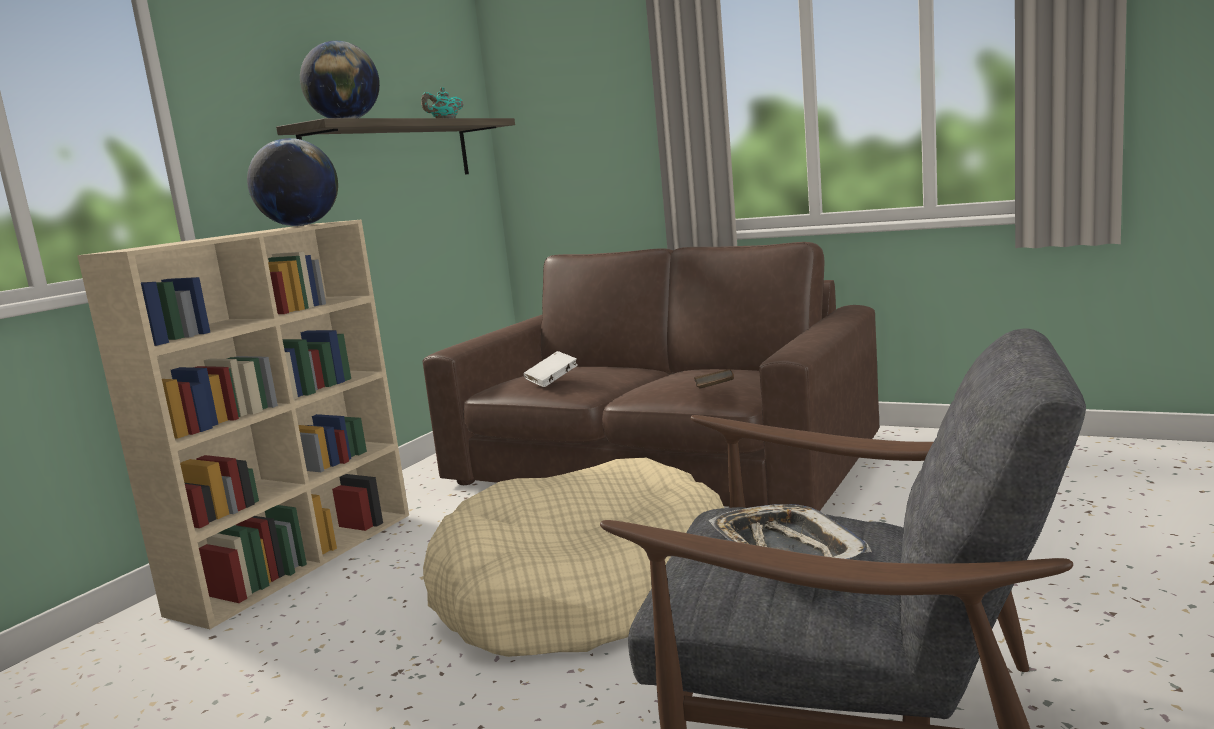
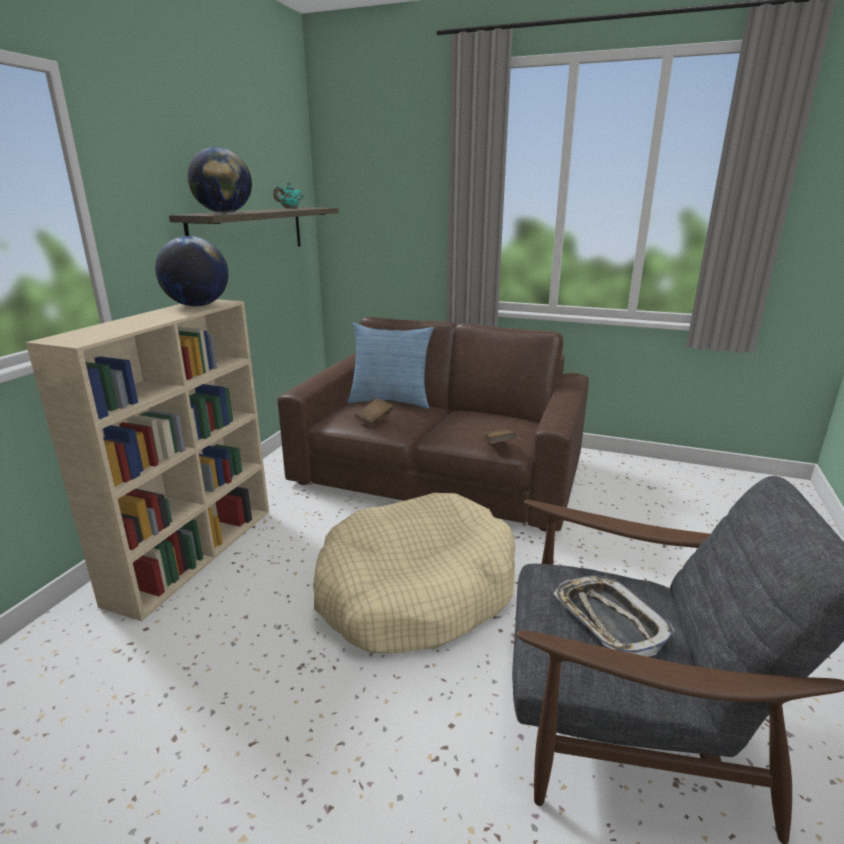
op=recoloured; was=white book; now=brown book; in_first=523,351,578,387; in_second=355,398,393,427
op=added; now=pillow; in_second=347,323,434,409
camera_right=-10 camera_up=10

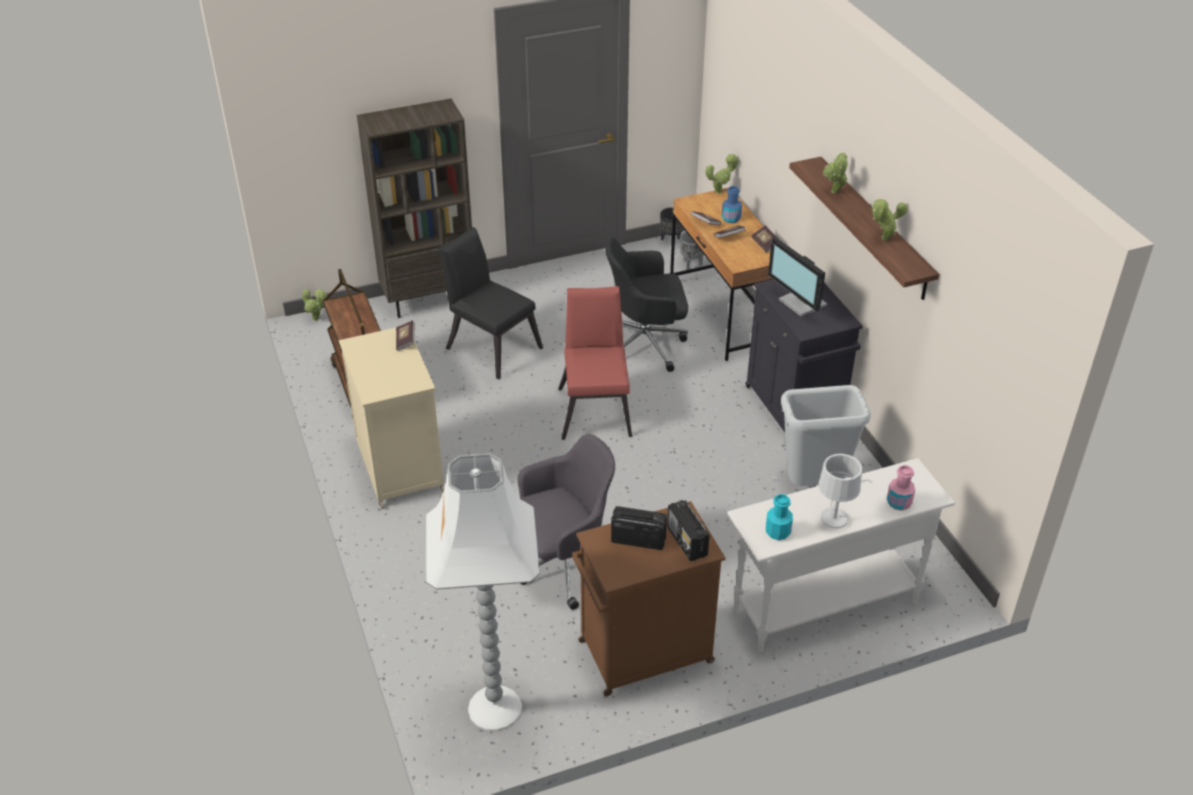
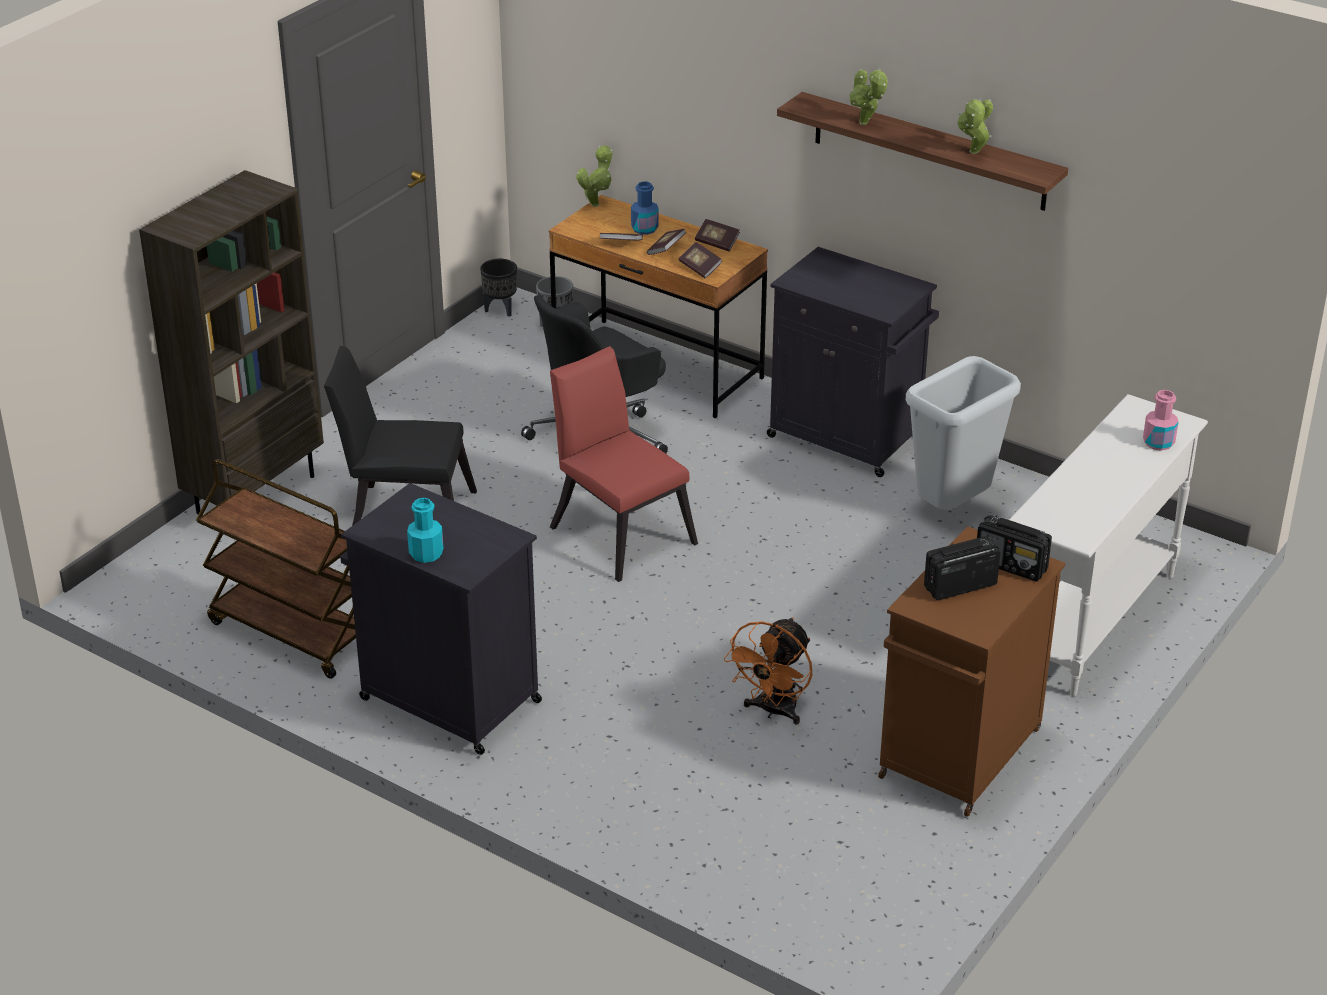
op=removed; was=monitor; in_first=768,237,827,316
op=removed; was=potted plant; in_first=302,289,327,321
op=moved; was=book; in_first=396,320,415,351; in_second=679,242,722,279
op=recoloured; was=beige cabinet; now=black cabinet; in_first=339,327,444,509; in_second=340,483,542,755
op=replaced; was=grey office chair; now=orange fan; in_first=518,434,615,610; in_second=724,617,812,725
op=removed; was=white floor lamp; in_first=426,453,540,731
op=removed; was=white table lamp; in_first=819,454,872,528
op=moved; was=turquoise bottle; in_first=766,494,793,540; in_second=407,498,443,563
camera_right=-35 camera_up=-5

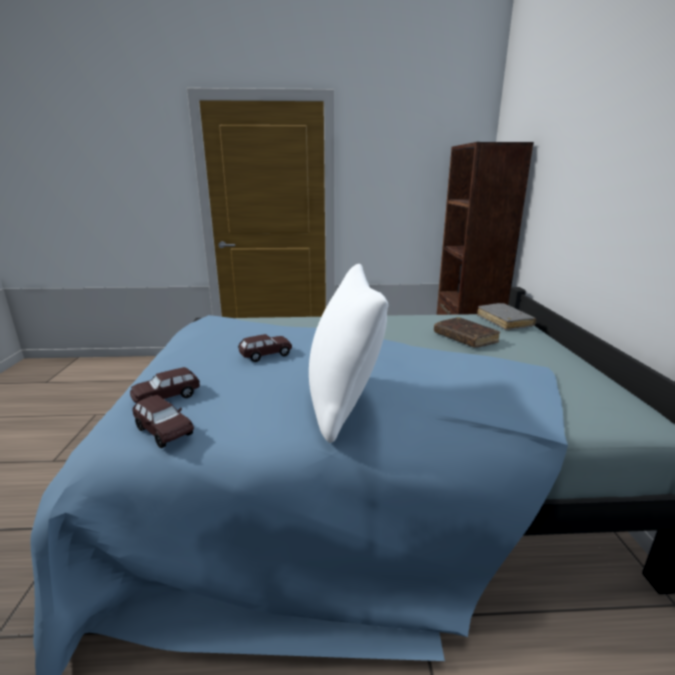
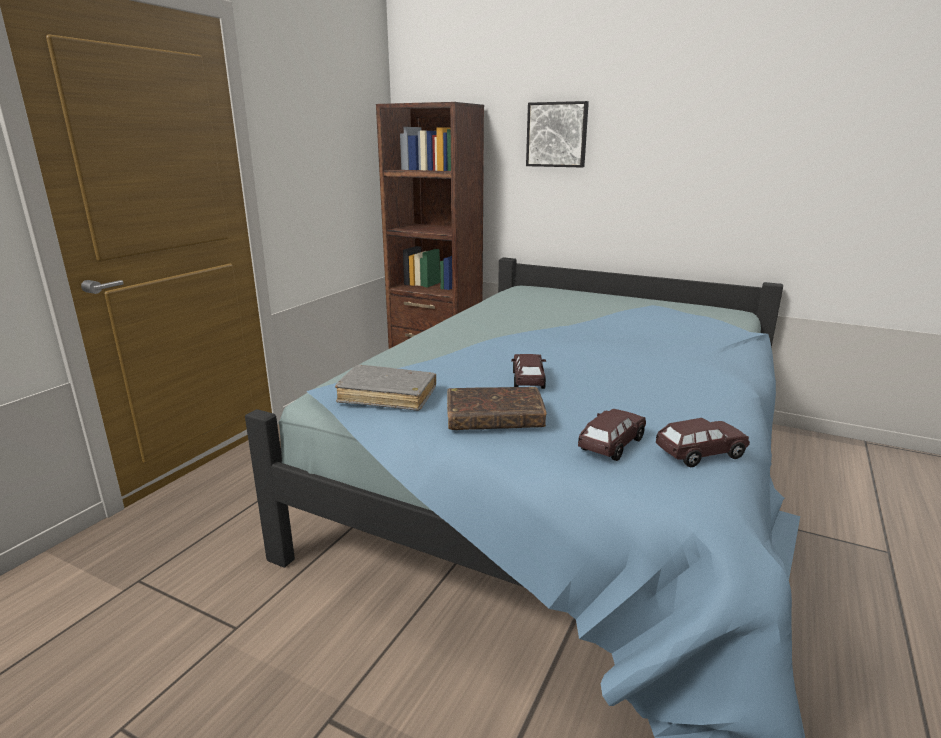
op=removed; was=white pillow; in_first=309,264,388,443
op=moved; was=grey book; in_first=477,303,536,331; in_second=335,365,436,411
op=moved; was=brown book; in_first=434,317,500,348; in_second=447,387,547,430
op=turned; was=brown toy car; in_first=130,367,200,403; in_second=578,409,646,461; clockwise=-135
op=added; now=picture; in_second=526,101,589,167
camera_right=-60 camera_up=0

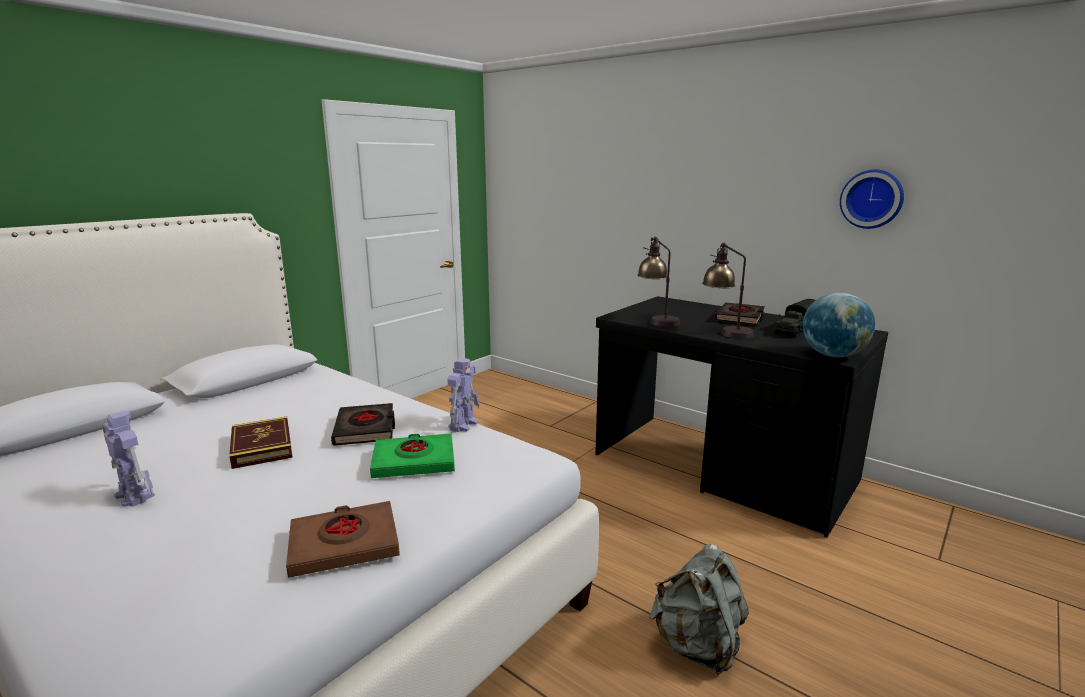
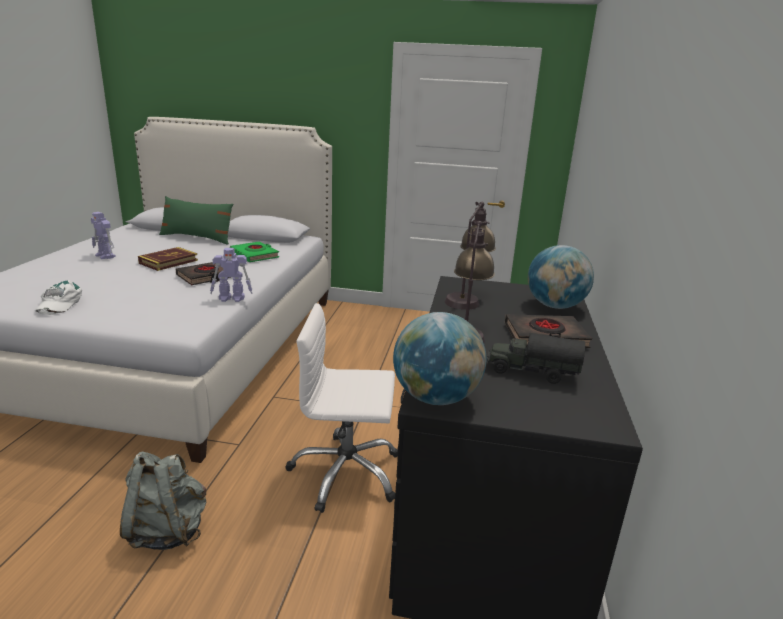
op=removed; was=wall clock; in_first=840,170,904,229
op=turned; was=toy robot; in_first=102,411,155,507; in_second=91,212,116,259; clockwise=120
op=moved; was=green book; in_first=370,433,455,478; in_second=230,241,279,262
op=replaced; was=brown book; now=white cap; in_first=286,501,400,578; in_second=35,280,82,315
op=added; now=green pillow; in_second=159,196,233,244
op=added; now=globe; in_second=528,245,594,309
op=added; now=white office chair; in_second=285,303,398,513
camera_right=60 camera_up=5

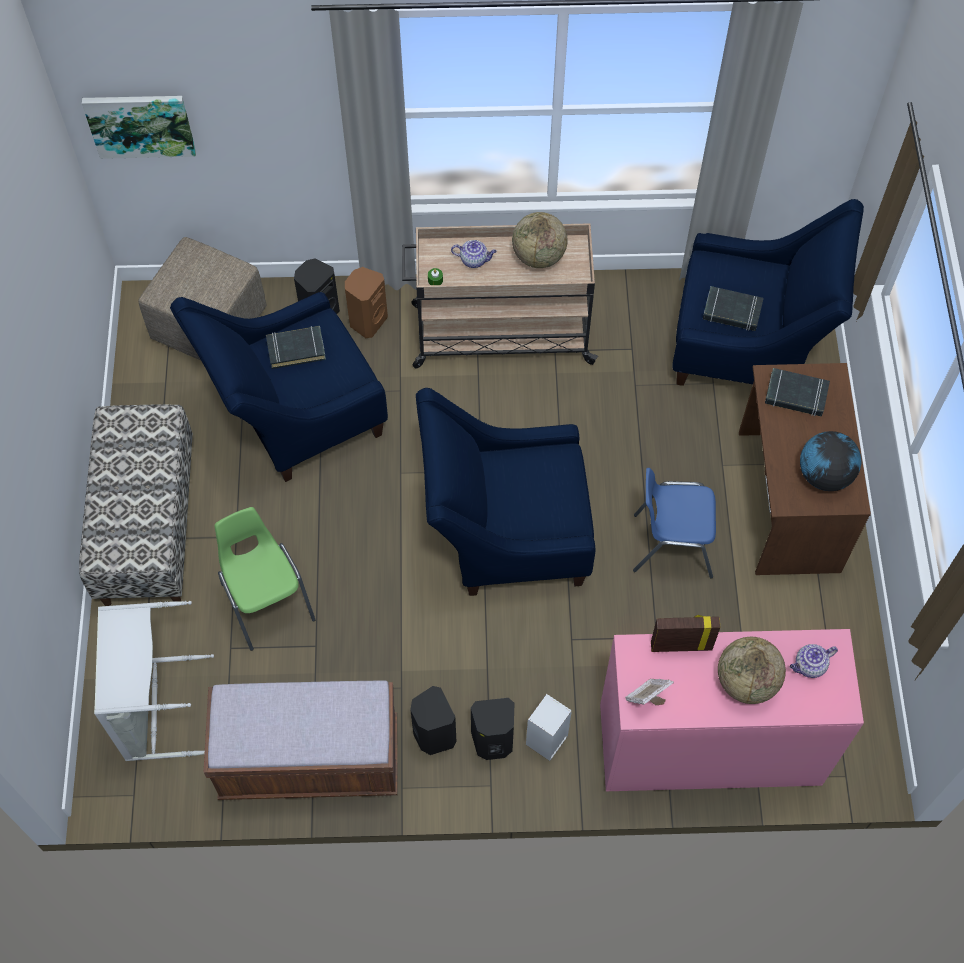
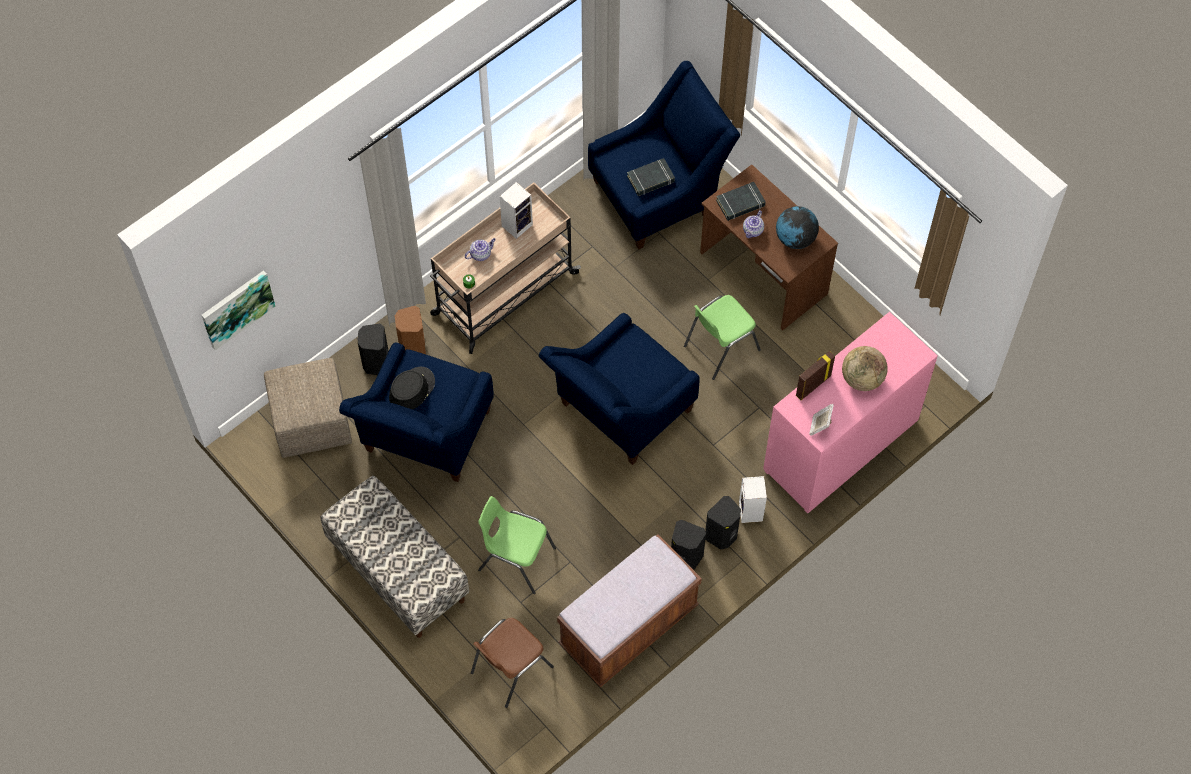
op=replaced; was=globe; now=speaker; in_first=512,212,568,268; in_second=500,182,533,239
op=replaced; was=black book; now=black hat; in_first=266,326,326,369; in_second=389,367,435,410
op=recoloured; was=blue chair; now=green chair; in_first=633,468,716,579; in_second=684,295,761,380
op=replaced; was=grey laundry basket; now=brown chair; in_first=94,601,214,761; in_second=471,618,554,708
op=moved; was=teapot; in_first=790,644,838,678; in_second=743,210,764,238
camera_right=-40 camera_up=0

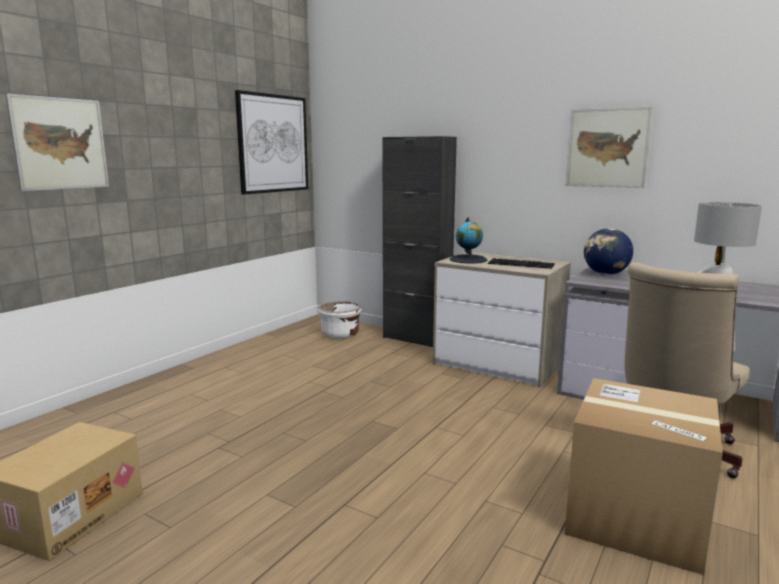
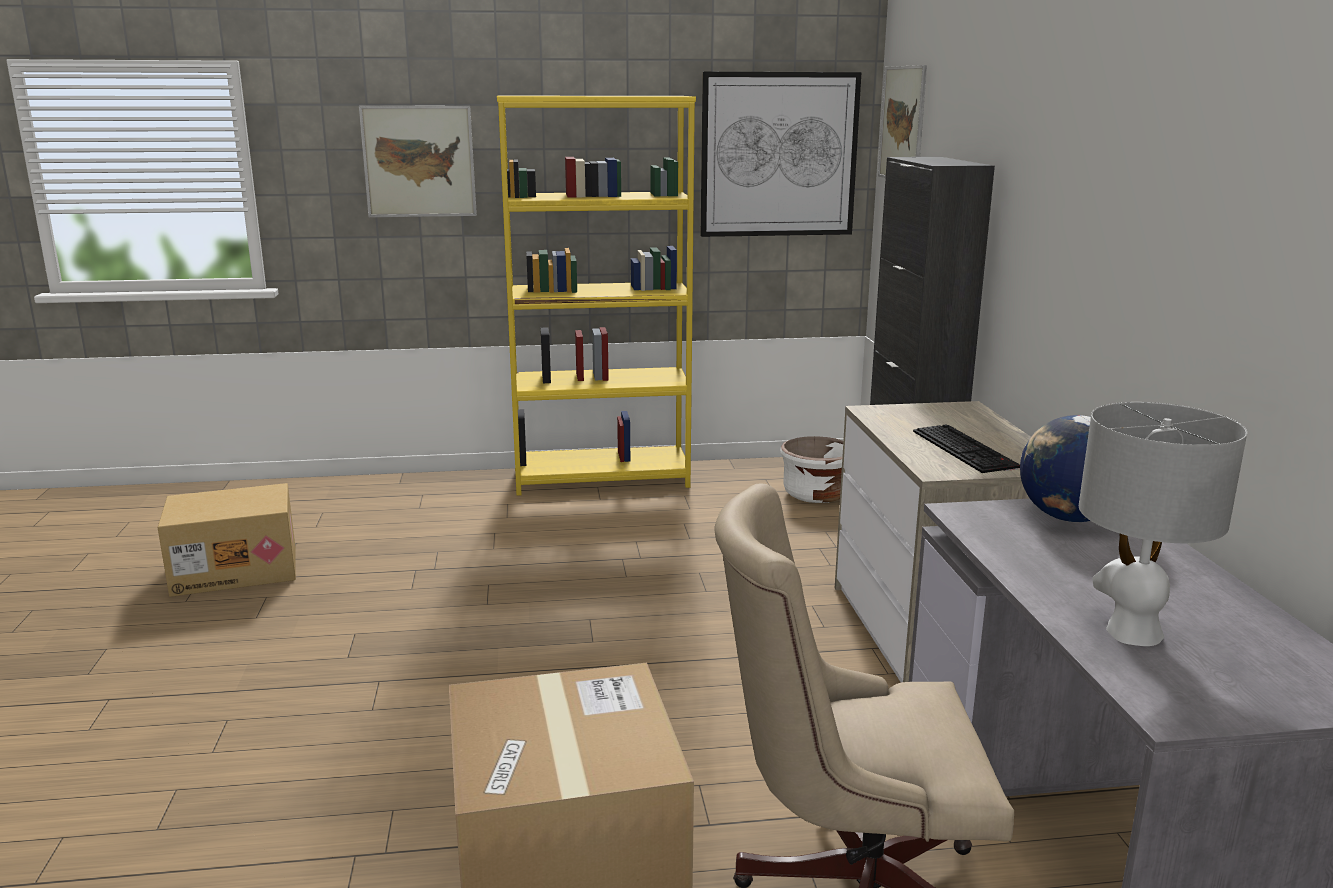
op=moved; was=picture; in_first=566,107,653,188; in_second=878,65,927,178
op=removed; was=globe; in_first=450,217,487,263
op=added; now=yellow bookcase; in_second=497,96,696,496
camera_right=50 camera_up=5

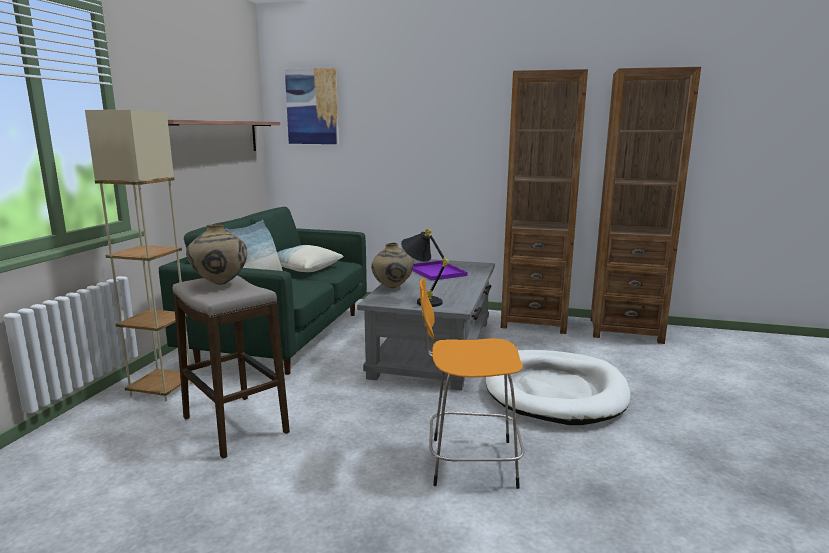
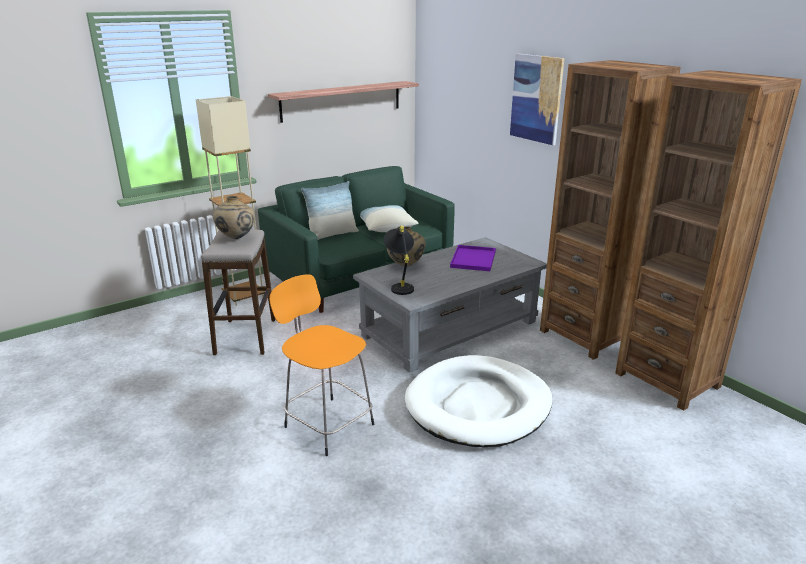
op=moved; was=picture; in_first=285,68,339,144; in_second=510,54,565,145
camera_right=40 camera_up=10

